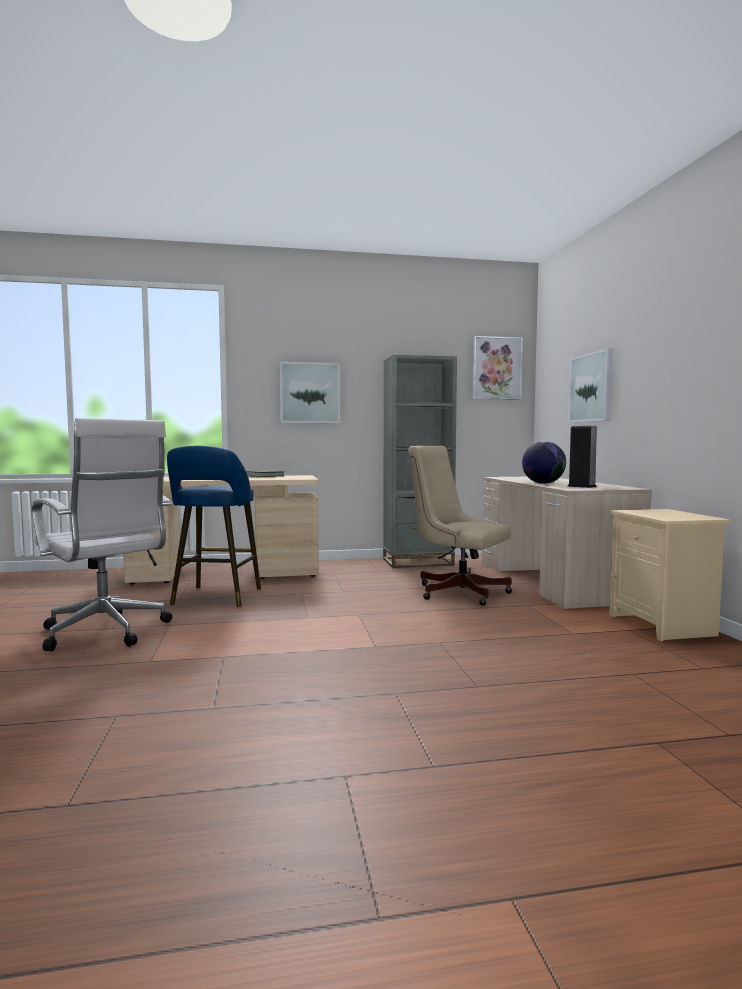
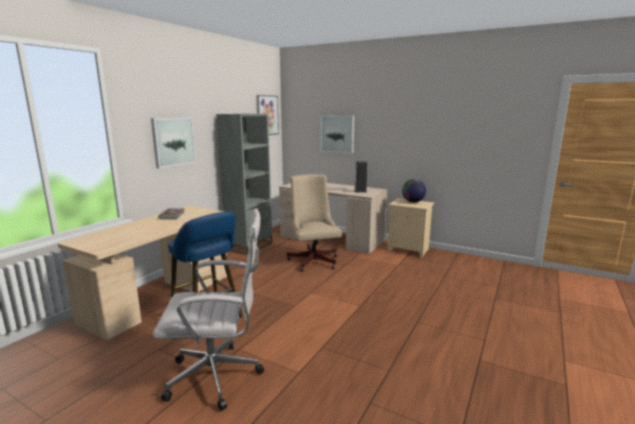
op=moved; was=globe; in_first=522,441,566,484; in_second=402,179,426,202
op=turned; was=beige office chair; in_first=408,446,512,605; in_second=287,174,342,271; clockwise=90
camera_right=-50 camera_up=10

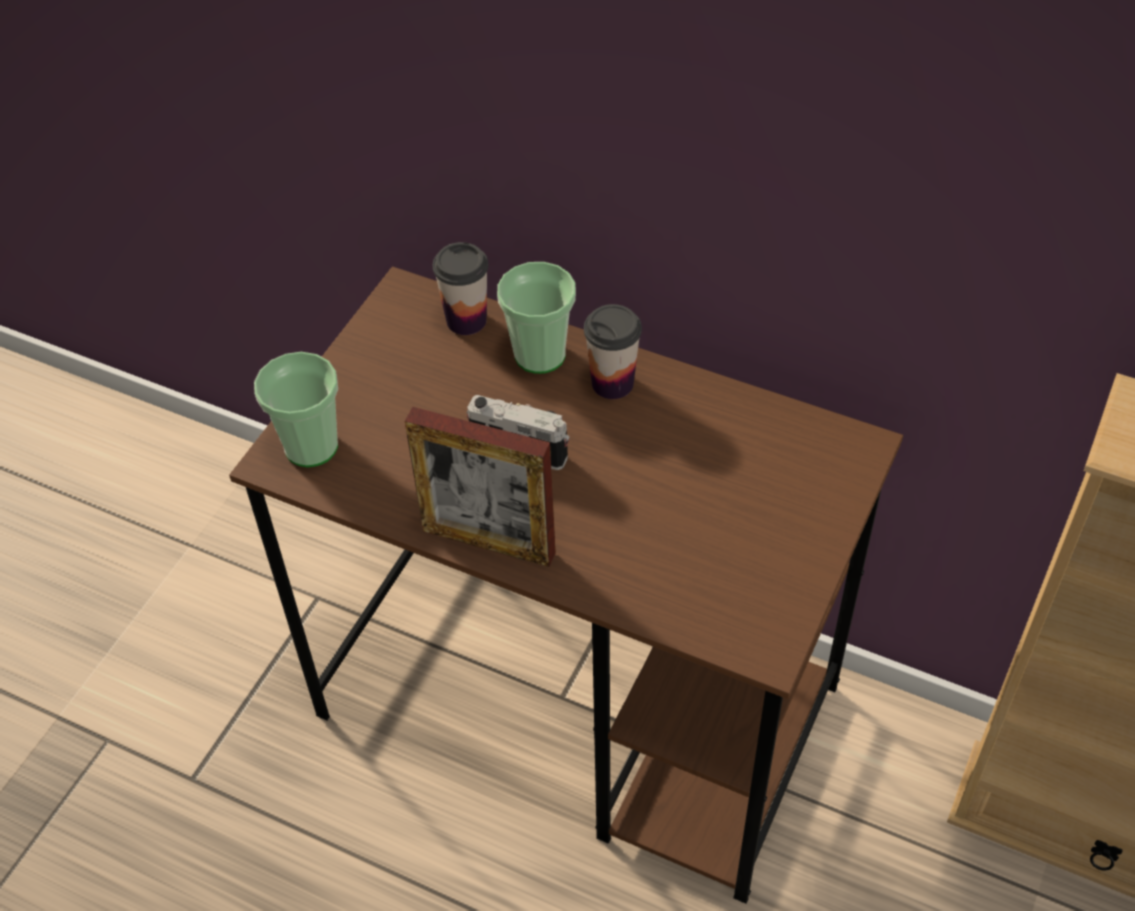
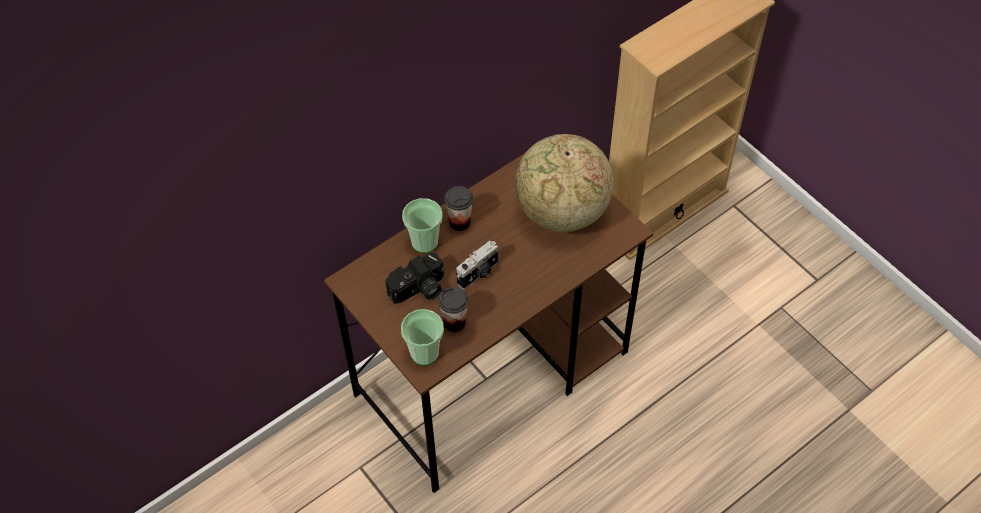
op=moved; was=cup; in_first=433,242,488,335; in_second=438,287,469,332
op=removed; was=picture frame; in_first=405,407,556,567
op=added; now=globe; in_second=515,134,614,232
op=added; now=photo camera; in_second=385,253,444,304
camera_right=-65 camera_up=5

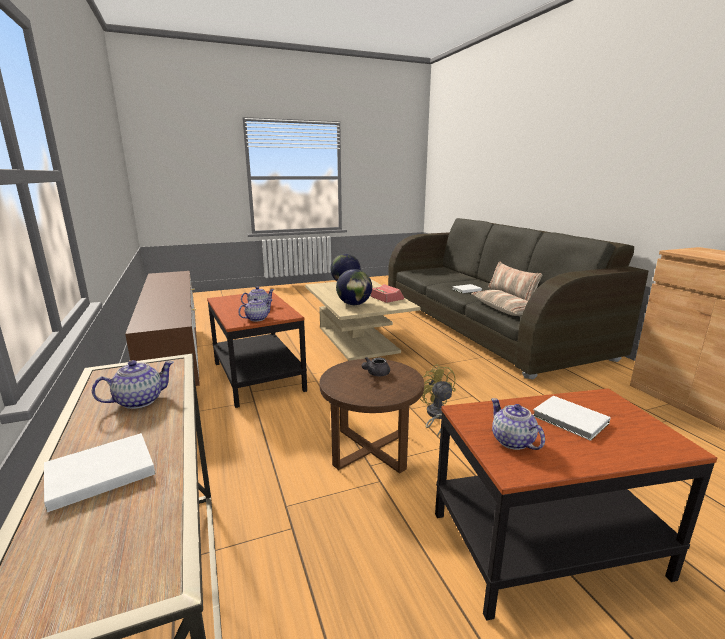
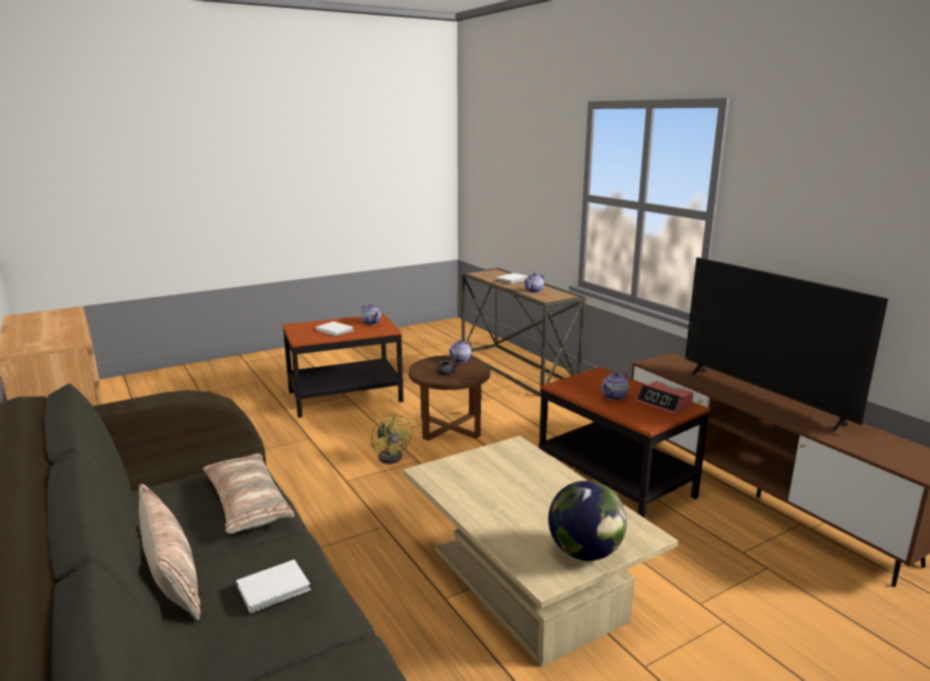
op=removed; was=globe; in_first=336,269,372,305
op=moved; was=alarm clock; in_first=371,284,404,303; in_second=636,381,693,415
op=moved; was=teapot; in_first=238,297,273,322; in_second=448,340,472,363
op=added; now=television; in_second=685,258,888,431
camera_right=170 camera_up=0

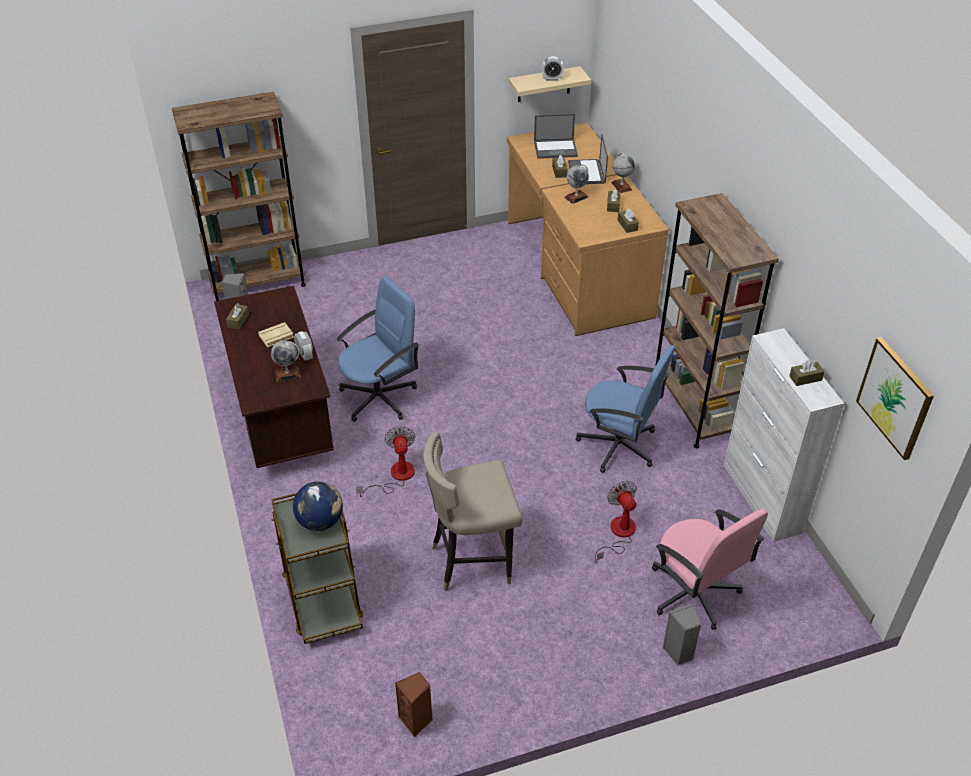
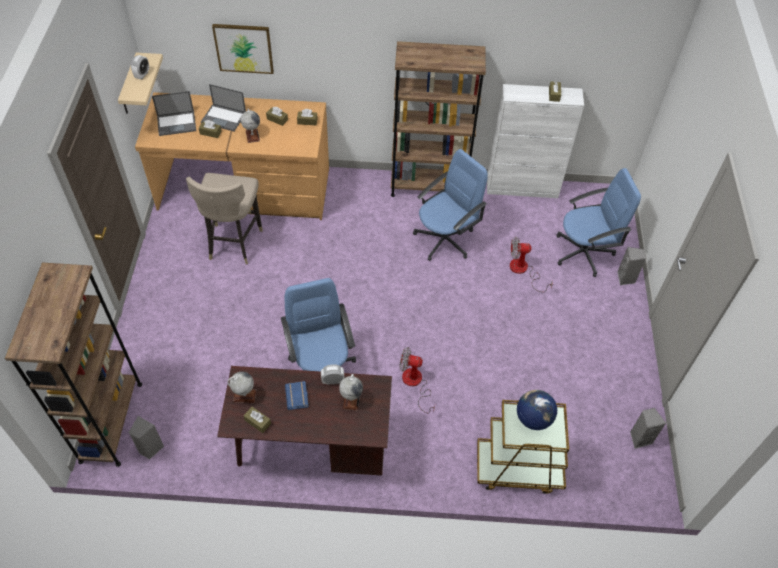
op=turned; was=laptop; in_first=534,114,578,159; in_second=152,91,196,136; clockwise=60
op=moved; was=globe; in_first=611,153,635,193; in_second=227,371,256,403
op=recoloured; was=beige book; now=blue book; in_first=258,322,294,348; in_second=285,381,309,410
op=moved; was=picture; in_first=856,337,934,460; in_second=212,24,274,74
op=moved; was=beige stool; in_first=423,432,523,592; in_second=186,173,263,264
op=recoloured; was=pink office chair; now=blue office chair; in_first=652,509,768,630; in_second=556,168,641,277
op=recoloured; was=brown speaker; now=grey speaker; in_first=395,672,433,738; in_second=630,408,666,449
camera_right=-70 camera_up=10

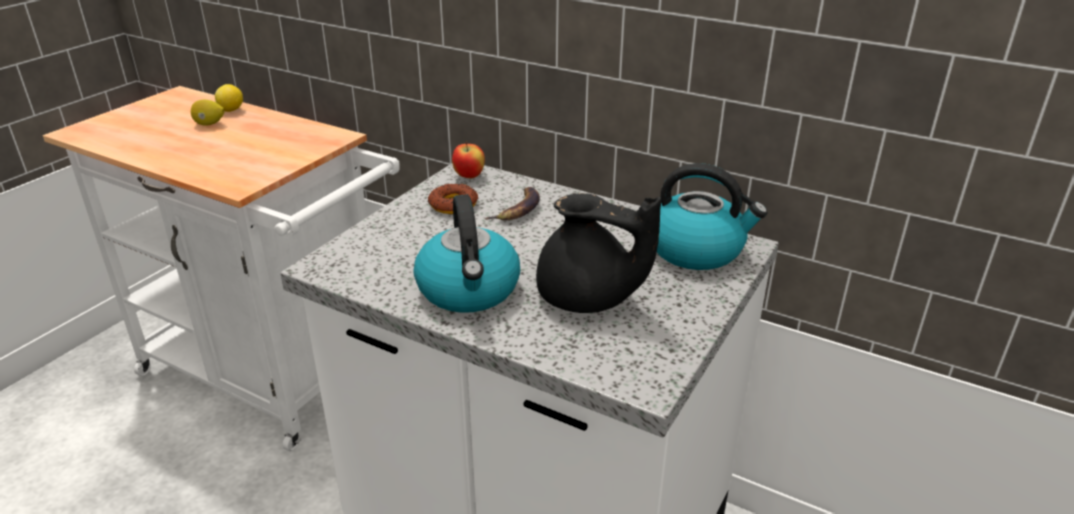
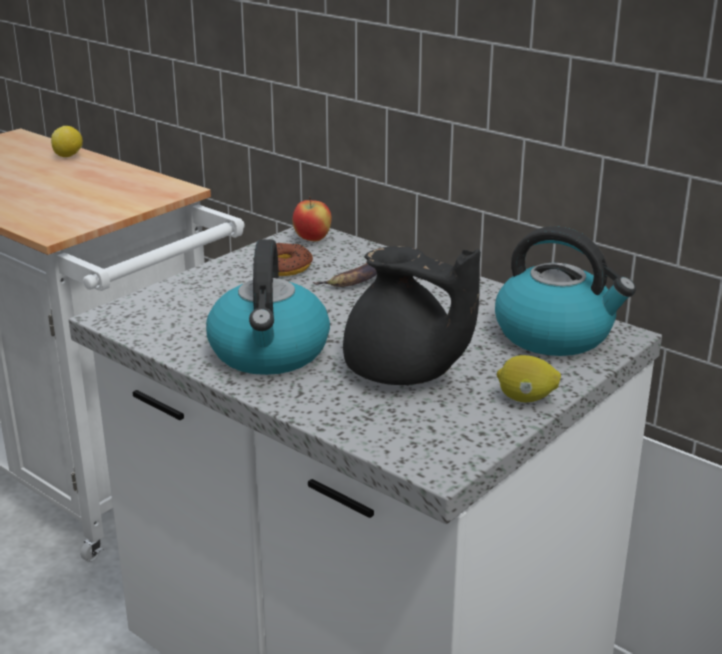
op=moved; was=lemon; in_first=191,100,224,126; in_second=497,355,561,402
camera_right=10 camera_up=-5

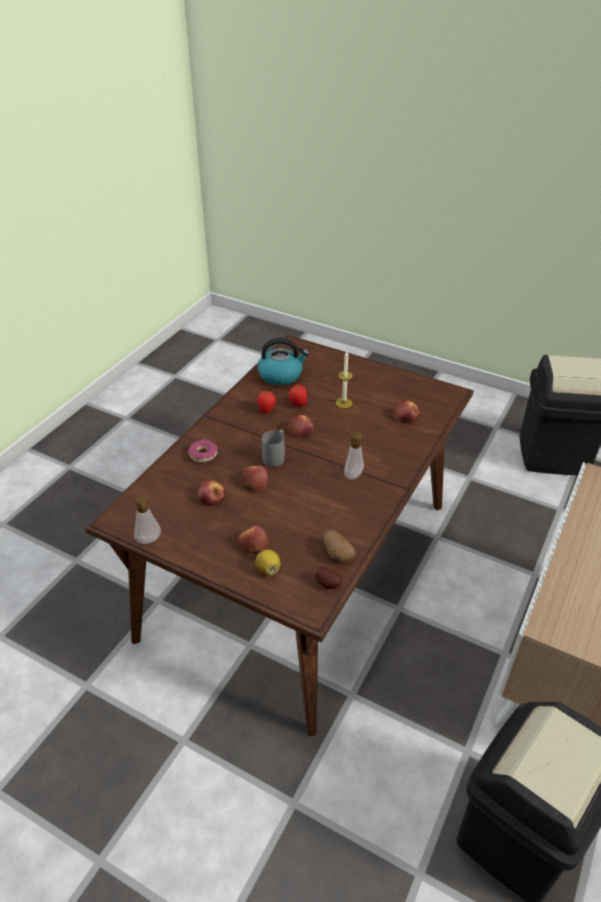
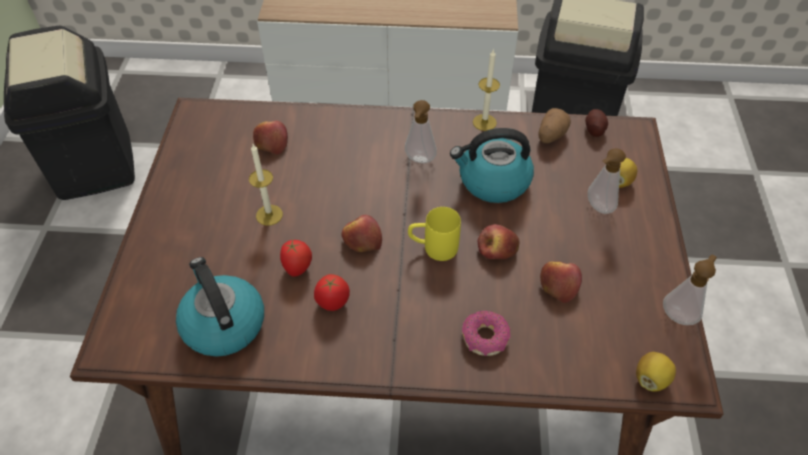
op=recoloured; was=grey mug; now=yellow mug; in_first=262,430,285,467; in_second=408,207,461,261
op=replaced; was=apple; now=soap dispenser; in_first=238,525,268,553; in_second=588,148,626,214
op=added; now=candle; in_second=473,49,500,131
op=added; now=kettle; in_second=450,128,534,203
op=added; now=lemon; in_second=636,352,676,392
camera_right=-115 camera_up=10

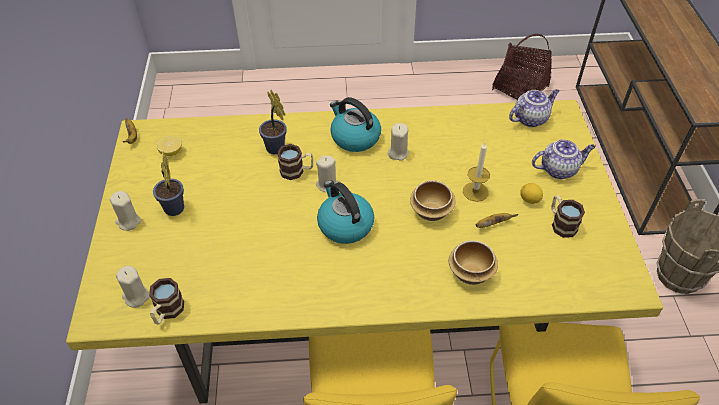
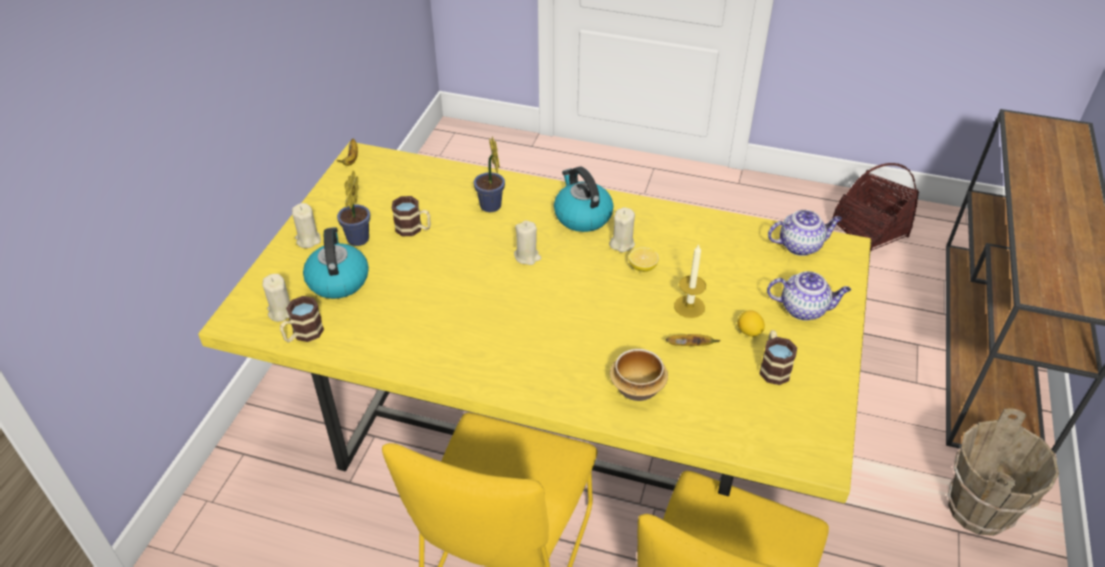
op=moved; was=lemon; in_first=157,136,182,156; in_second=629,247,659,272
op=moved; was=mug; in_first=277,144,313,180; in_second=392,196,431,236
op=removed; was=bowl; in_first=410,180,456,221
op=moved; was=kettle; in_first=317,181,374,244; in_second=303,227,369,299
camera_right=20 camera_up=-5

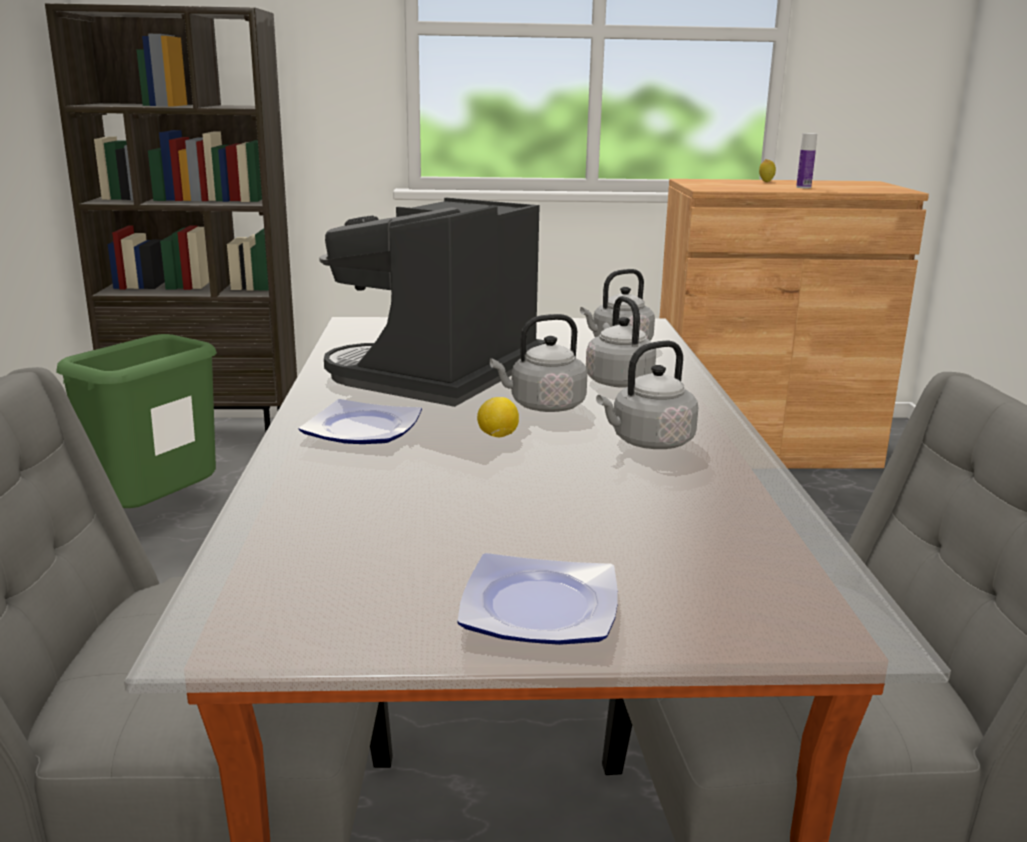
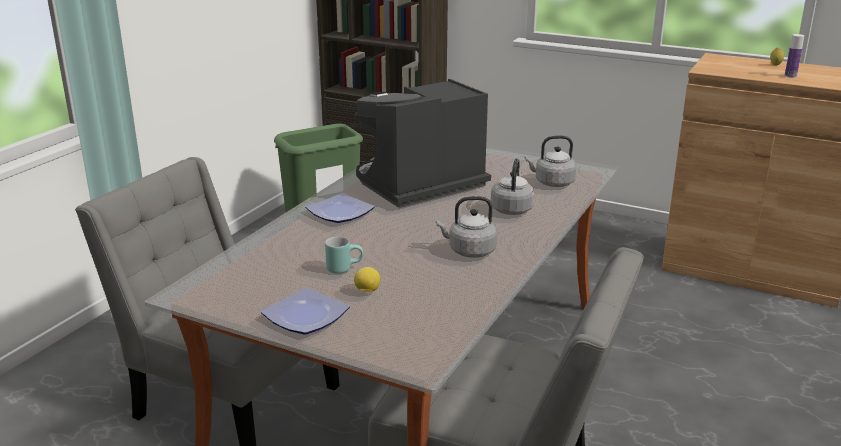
op=removed; was=grey kettle; in_first=490,314,588,412
op=moved; was=lemon; in_first=477,397,519,437; in_second=354,267,380,292
op=added; now=turquoise mug; in_second=325,237,363,274
camera_right=30 camera_up=5

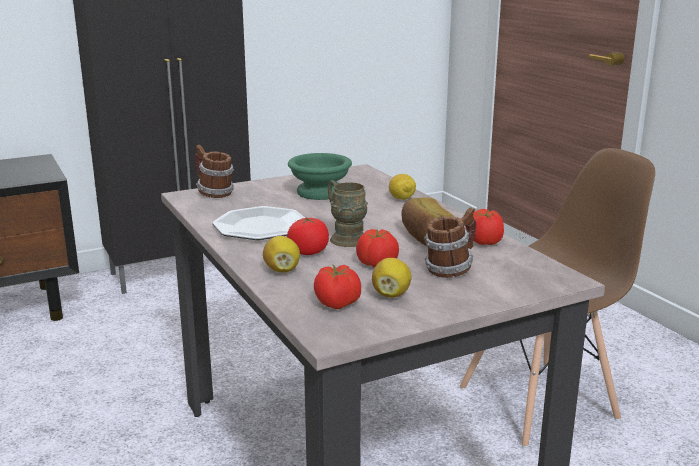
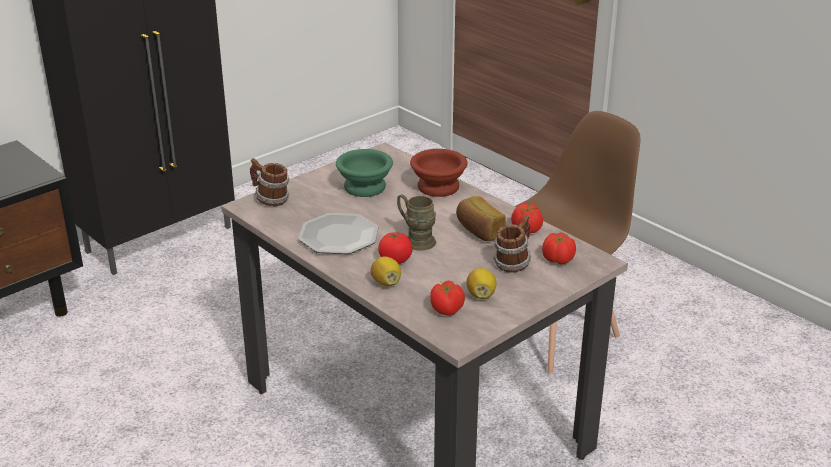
op=replaced; was=lemon; now=brown bowl; in_first=389,174,416,200; in_second=410,149,468,197
op=moved; was=tomato; in_first=356,229,399,268; in_second=542,232,576,264
camera_right=-15 camera_up=10

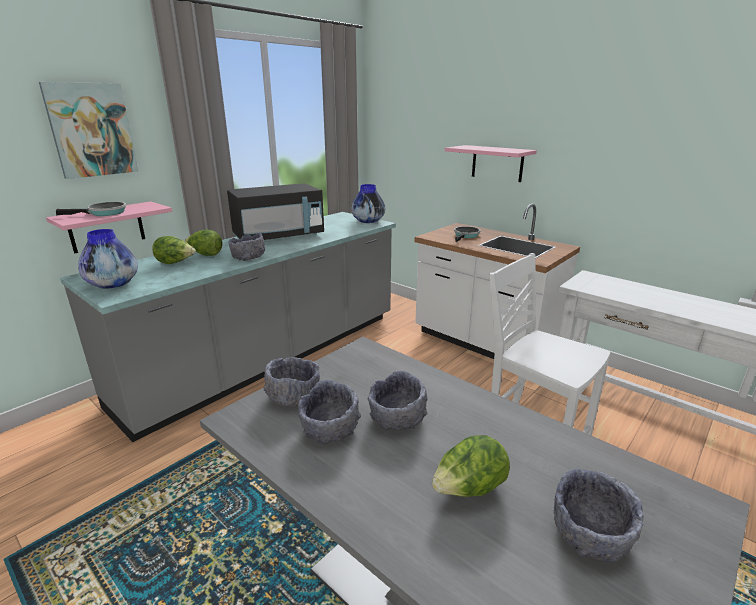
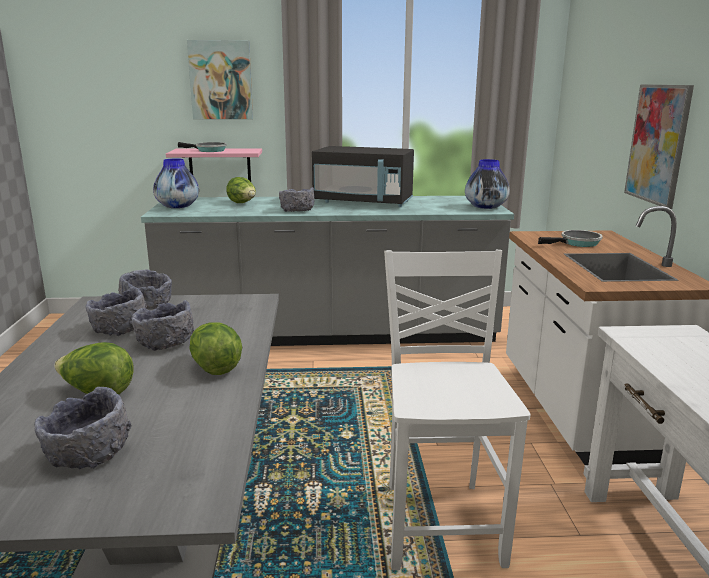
op=replaced; was=pink shelf; now=picture; in_first=445,145,537,182; in_second=624,84,694,209
op=moved; was=lettuce; in_first=185,230,222,256; in_second=189,322,242,375
camera_right=45 camera_up=-5

